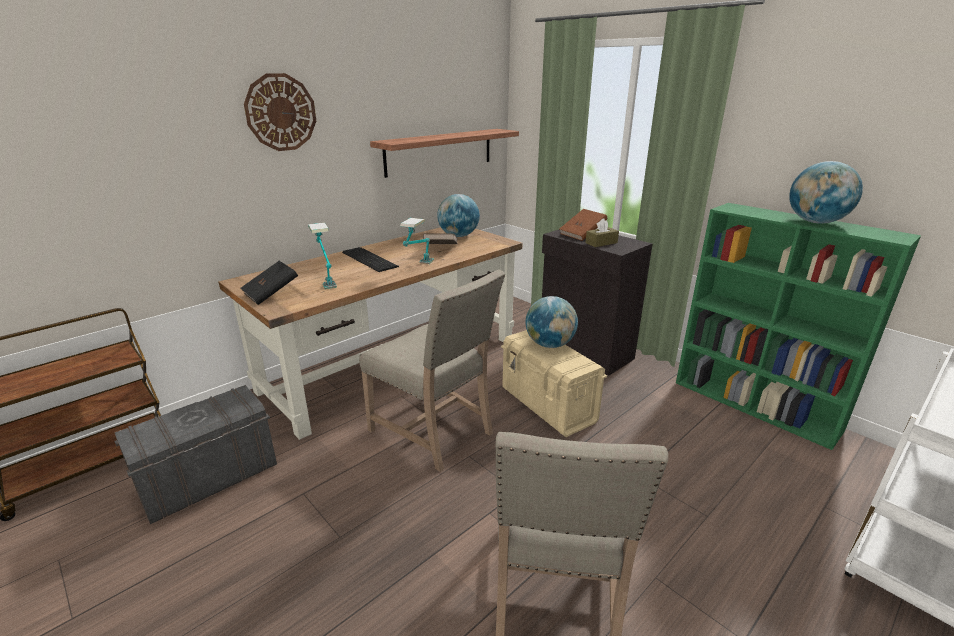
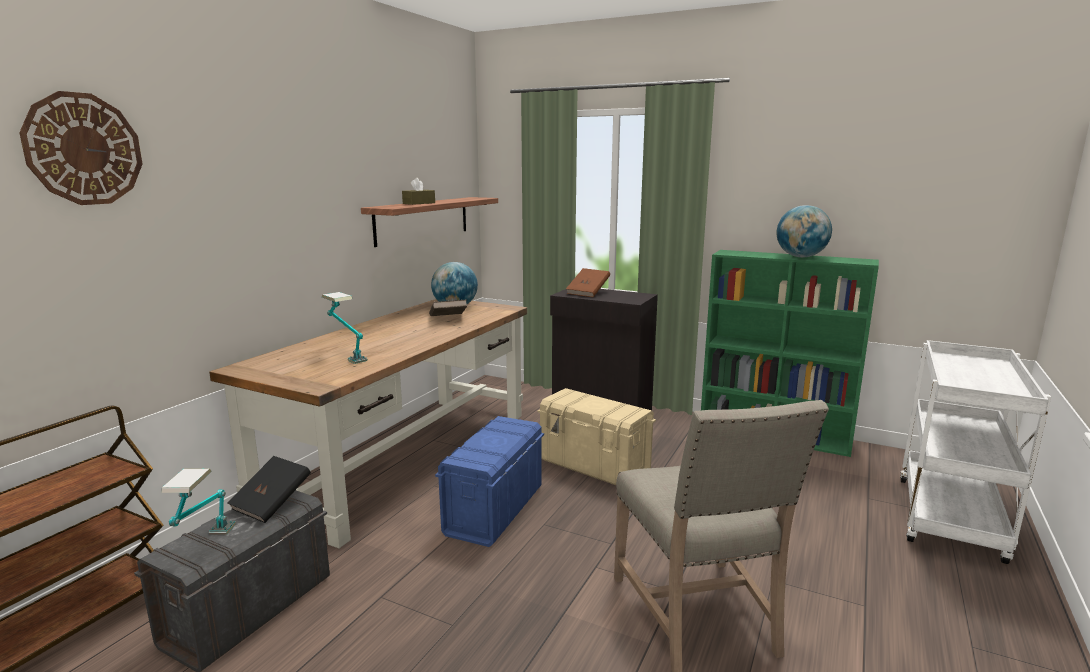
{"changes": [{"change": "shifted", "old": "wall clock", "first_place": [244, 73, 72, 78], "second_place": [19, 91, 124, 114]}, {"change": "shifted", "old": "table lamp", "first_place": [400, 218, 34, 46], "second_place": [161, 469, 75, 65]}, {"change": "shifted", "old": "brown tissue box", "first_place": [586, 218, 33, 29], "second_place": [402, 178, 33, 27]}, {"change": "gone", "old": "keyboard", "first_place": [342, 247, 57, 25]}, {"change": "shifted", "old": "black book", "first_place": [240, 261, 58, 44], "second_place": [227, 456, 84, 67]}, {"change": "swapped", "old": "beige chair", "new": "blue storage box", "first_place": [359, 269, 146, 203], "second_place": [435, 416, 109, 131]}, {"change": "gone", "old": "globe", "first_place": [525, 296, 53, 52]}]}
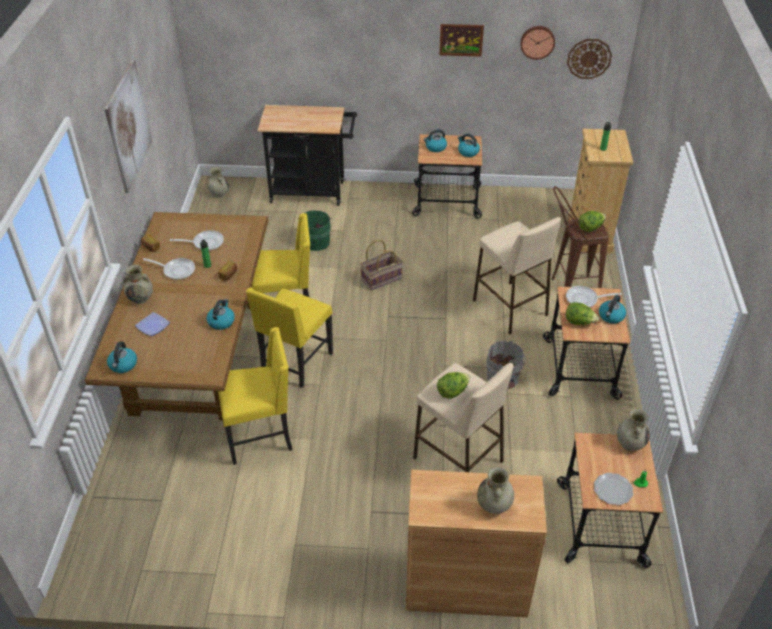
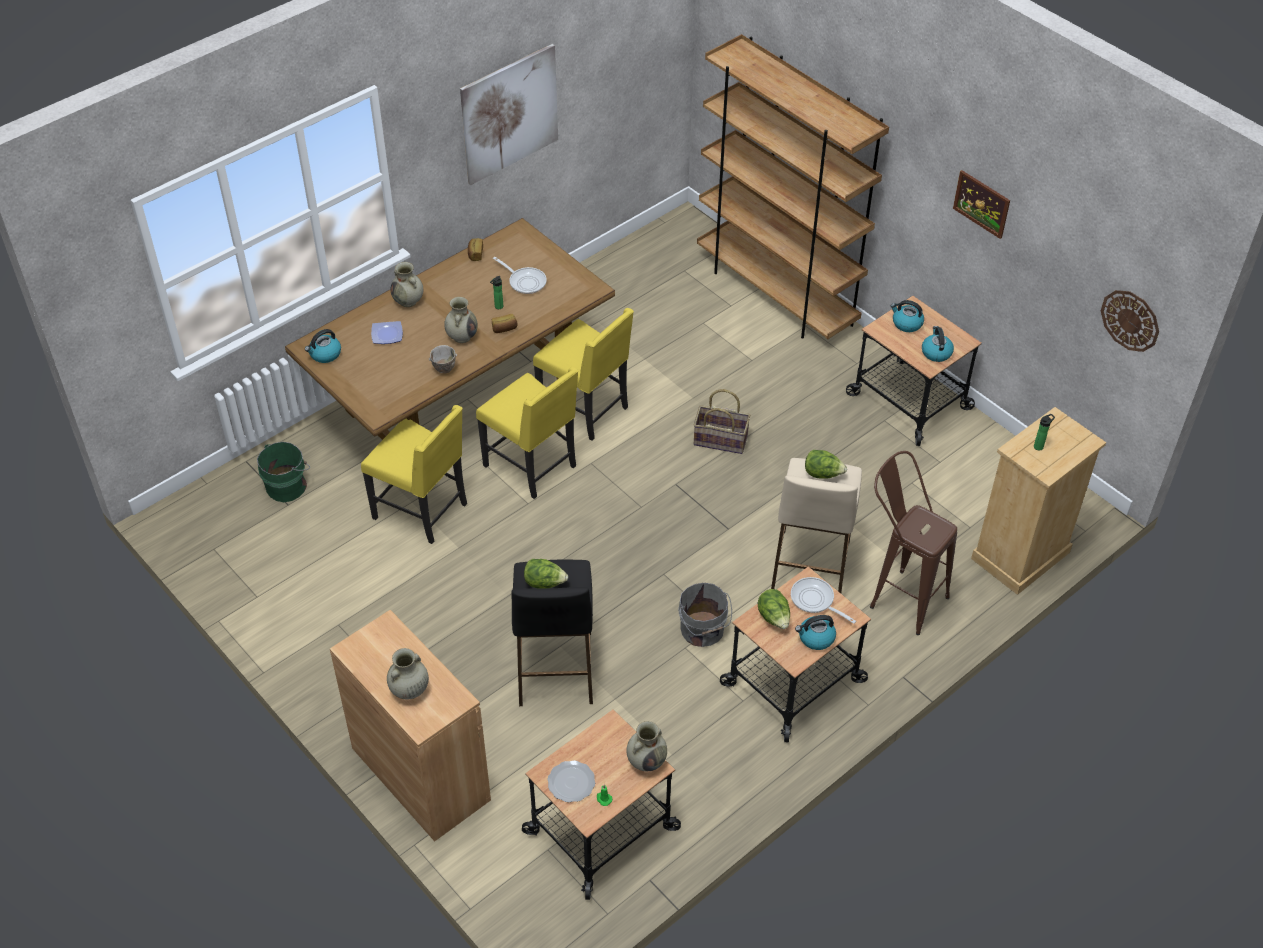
{"changes": [{"change": "gone", "old": "wall clock", "first_place": [520, 26, 35, 34]}, {"change": "swapped", "old": "black cart", "new": "brown bookcase", "first_place": [258, 105, 99, 101], "second_place": [697, 34, 192, 305]}, {"change": "shifted", "old": "beige vase", "first_place": [207, 167, 22, 31], "second_place": [444, 297, 34, 46]}, {"change": "shifted", "old": "green bucket", "first_place": [298, 210, 34, 41], "second_place": [257, 442, 53, 60]}, {"change": "shifted", "old": "lettuce", "first_place": [578, 211, 28, 21], "second_place": [805, 450, 42, 29]}, {"change": "gone", "old": "frying pan", "first_place": [143, 258, 52, 22]}, {"change": "rotated", "old": "yellow chair", "first_place": [246, 287, 87, 101], "second_place": [476, 367, 102, 132], "degrees": -120}, {"change": "swapped", "old": "kettle", "new": "bowl", "first_place": [207, 299, 28, 31], "second_place": [429, 345, 28, 28]}, {"change": "repainted", "old": "beige stool", "new": "black stool", "first_place": [413, 363, 101, 109], "second_place": [511, 560, 82, 146]}]}
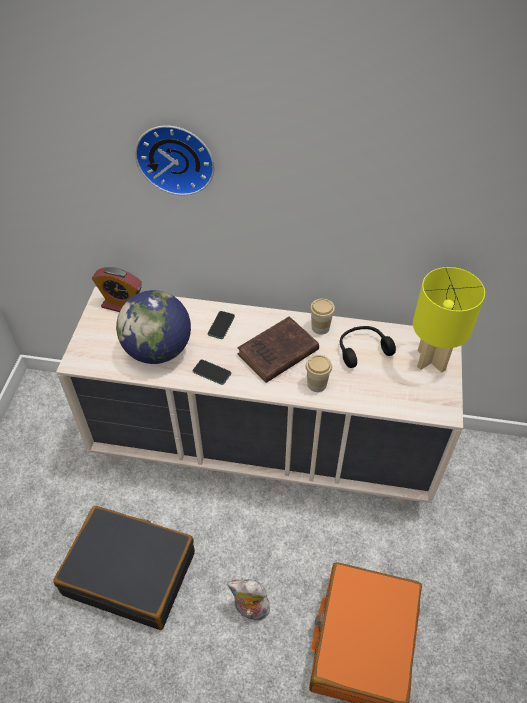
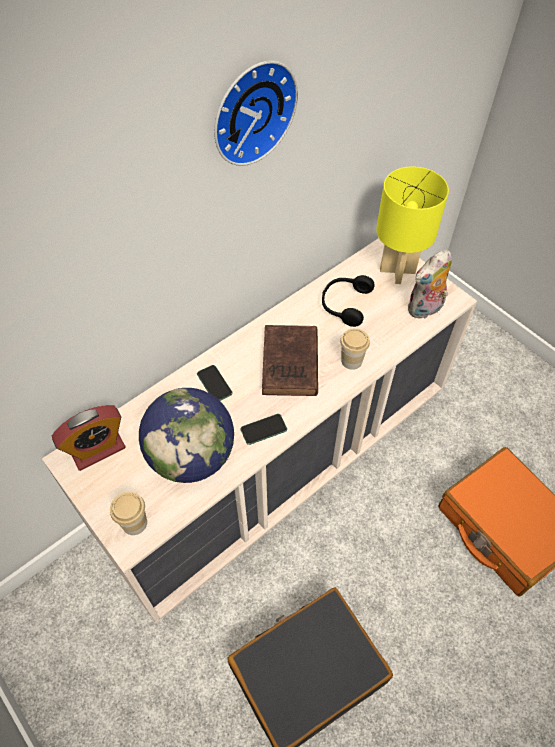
{"changes": [{"change": "shifted", "old": "wall clock", "first_place": [135, 126, 79, 69], "second_place": [214, 61, 84, 105]}, {"change": "shifted", "old": "cup", "first_place": [310, 299, 25, 35], "second_place": [110, 491, 37, 44]}, {"change": "shifted", "old": "plush toy", "first_place": [227, 579, 43, 42], "second_place": [407, 250, 45, 70]}]}
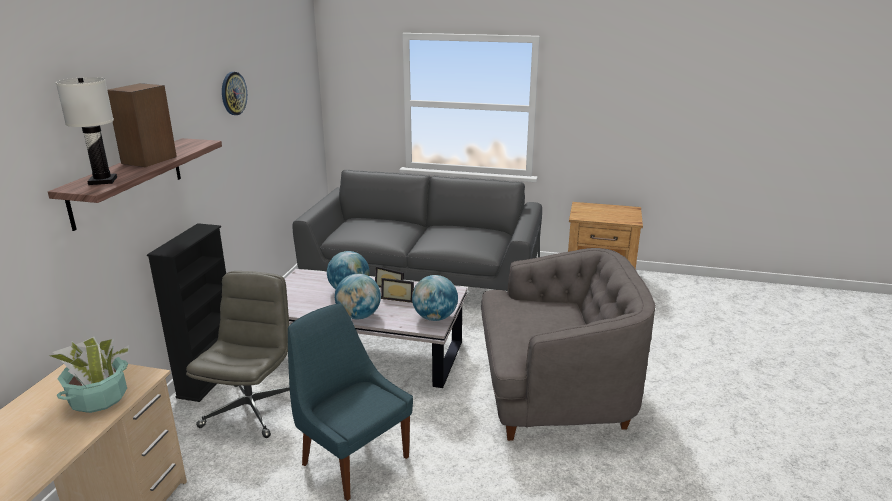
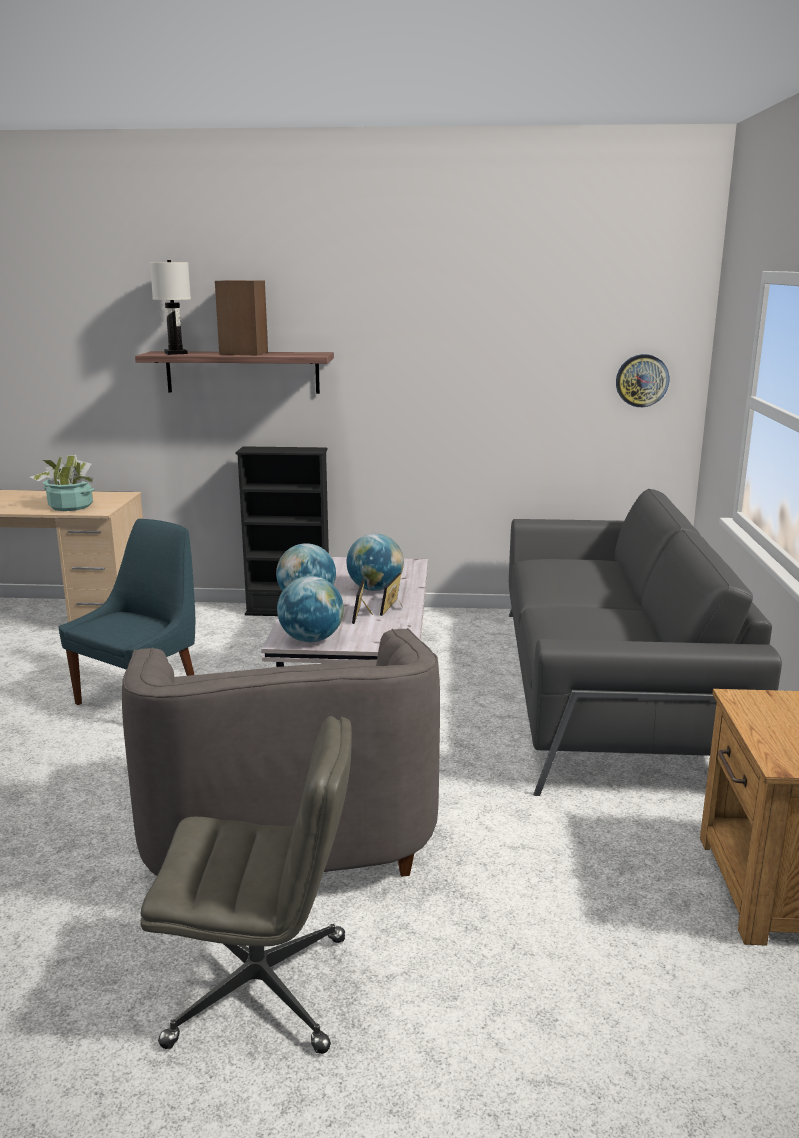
{"changes": [{"change": "shifted", "old": "wall clock", "first_place": [222, 72, 25, 43], "second_place": [616, 354, 53, 53]}, {"change": "shifted", "old": "grey office chair", "first_place": [186, 271, 104, 167], "second_place": [140, 716, 212, 338]}]}
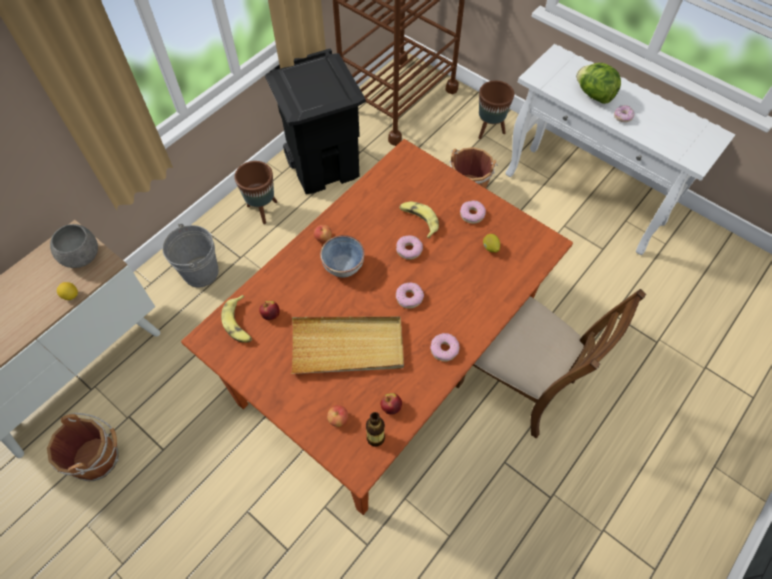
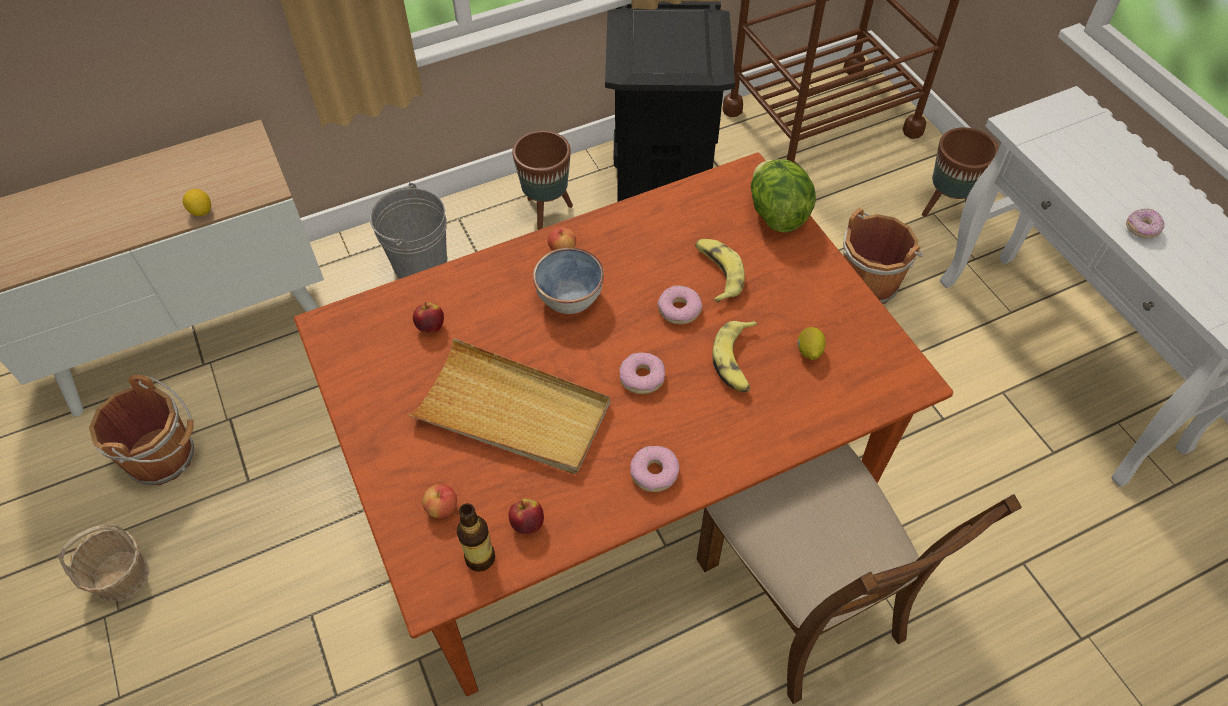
{"changes": [{"change": "shifted", "old": "lettuce", "first_place": [576, 63, 45, 41], "second_place": [751, 159, 65, 74]}, {"change": "gone", "old": "donut", "first_place": [460, 201, 26, 23]}, {"change": "gone", "old": "grey bowl", "first_place": [50, 224, 48, 44]}, {"change": "shifted", "old": "banana", "first_place": [221, 295, 31, 48], "second_place": [712, 321, 45, 71]}, {"change": "new", "new": "basket", "second_place": [58, 524, 91, 78]}]}
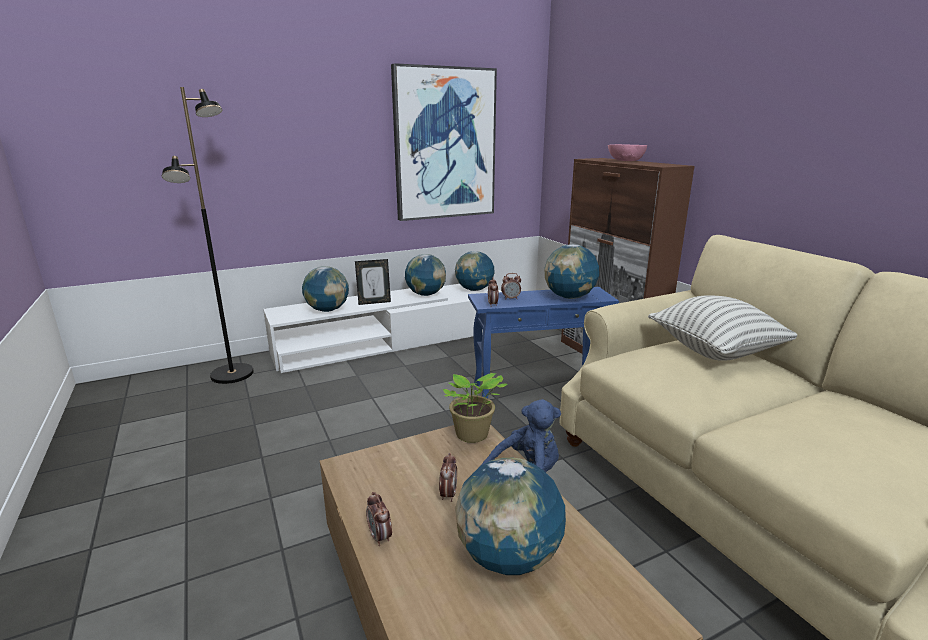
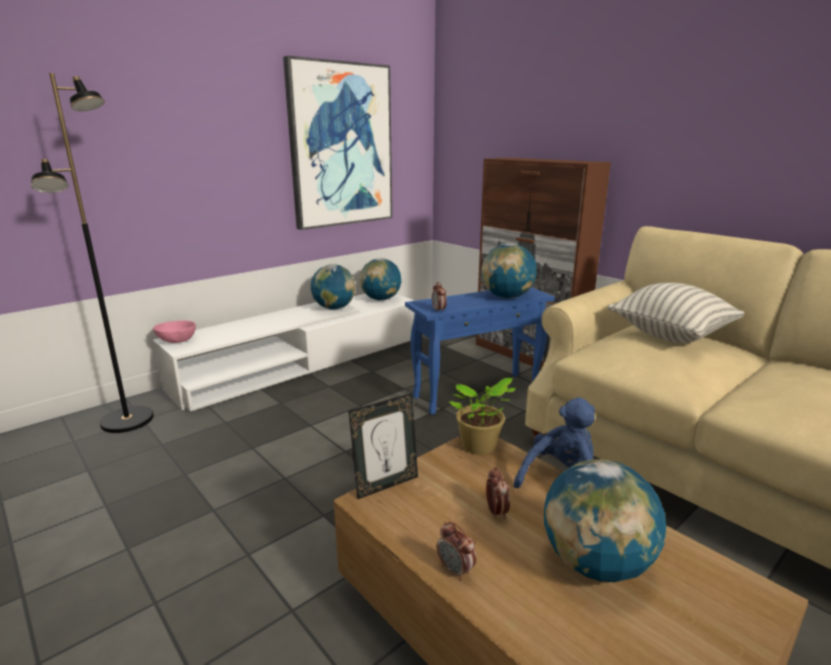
{"changes": [{"change": "shifted", "old": "pink bowl", "first_place": [608, 144, 39, 17], "second_place": [153, 320, 43, 23]}, {"change": "shifted", "old": "picture frame", "first_place": [355, 259, 36, 46], "second_place": [348, 393, 70, 106]}, {"change": "gone", "old": "globe", "first_place": [302, 266, 47, 46]}, {"change": "gone", "old": "alarm clock", "first_place": [501, 273, 20, 27]}]}
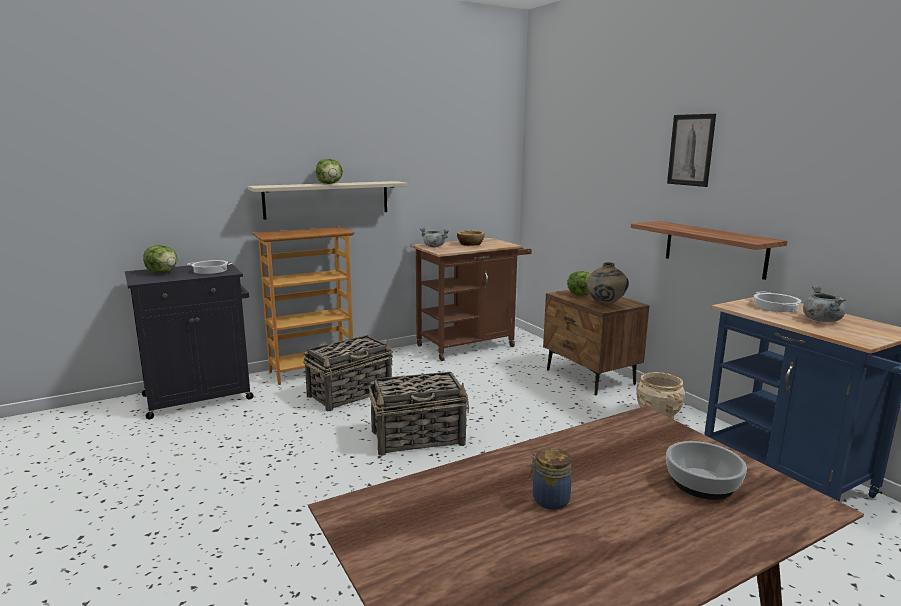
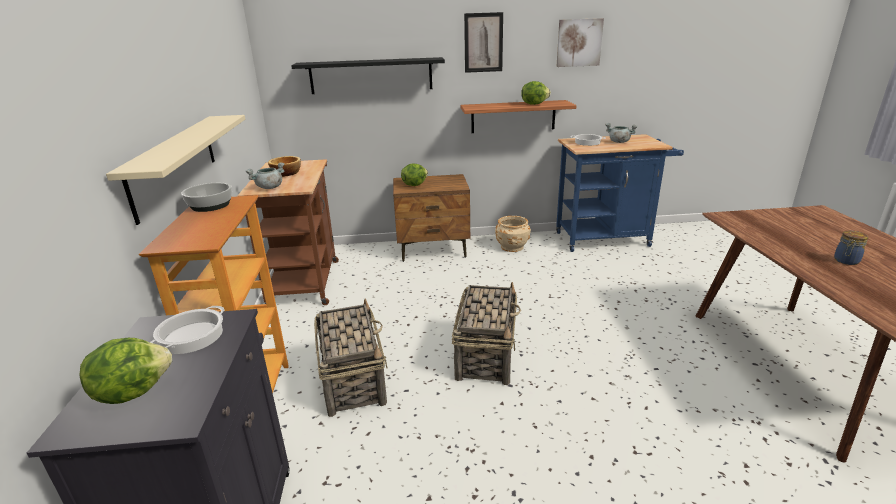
{"changes": [{"change": "shifted", "old": "lettuce", "first_place": [316, 159, 27, 25], "second_place": [521, 81, 30, 24]}, {"change": "gone", "old": "beige vase", "first_place": [587, 262, 42, 43]}, {"change": "shifted", "old": "bowl", "first_place": [666, 441, 81, 59], "second_place": [181, 183, 51, 29]}, {"change": "new", "new": "picture", "second_place": [556, 18, 48, 49]}, {"change": "new", "new": "black shelf", "second_place": [291, 57, 154, 37]}]}
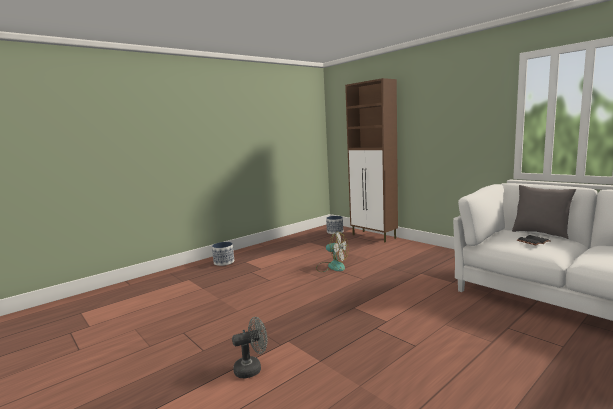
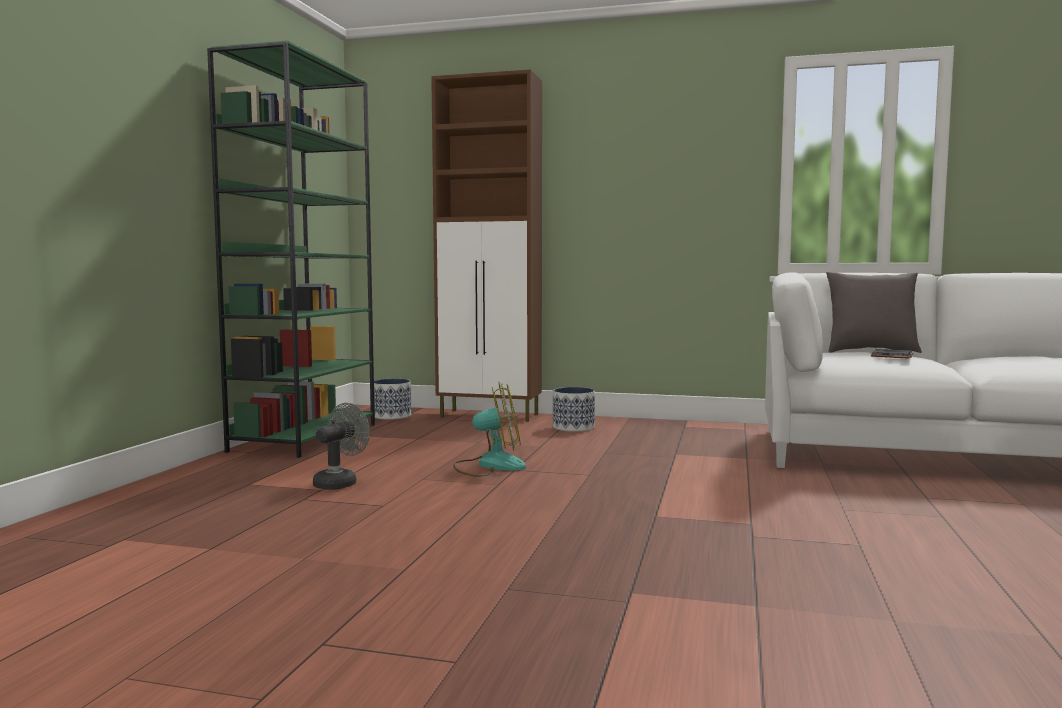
{"changes": [{"change": "shifted", "old": "planter", "first_place": [212, 242, 22, 24], "second_place": [553, 387, 42, 45]}, {"change": "shifted", "old": "grey fan", "first_place": [232, 317, 36, 61], "second_place": [313, 403, 57, 87]}, {"change": "new", "new": "green bookcase", "second_place": [207, 40, 168, 418]}]}
